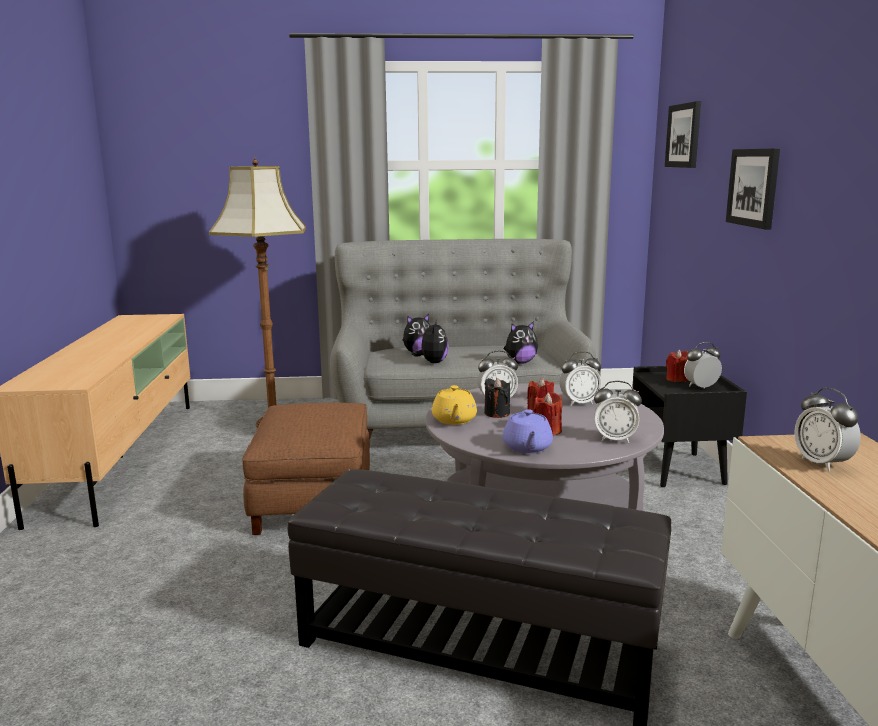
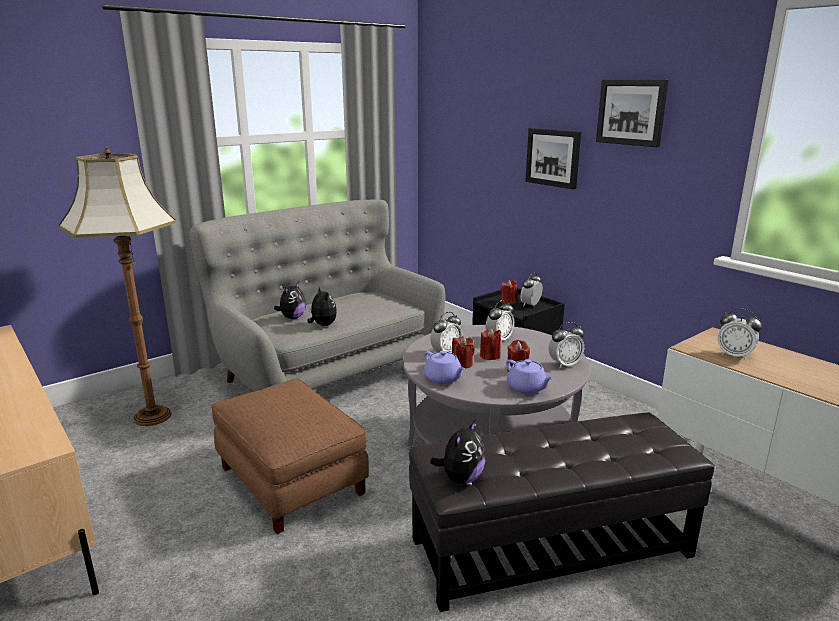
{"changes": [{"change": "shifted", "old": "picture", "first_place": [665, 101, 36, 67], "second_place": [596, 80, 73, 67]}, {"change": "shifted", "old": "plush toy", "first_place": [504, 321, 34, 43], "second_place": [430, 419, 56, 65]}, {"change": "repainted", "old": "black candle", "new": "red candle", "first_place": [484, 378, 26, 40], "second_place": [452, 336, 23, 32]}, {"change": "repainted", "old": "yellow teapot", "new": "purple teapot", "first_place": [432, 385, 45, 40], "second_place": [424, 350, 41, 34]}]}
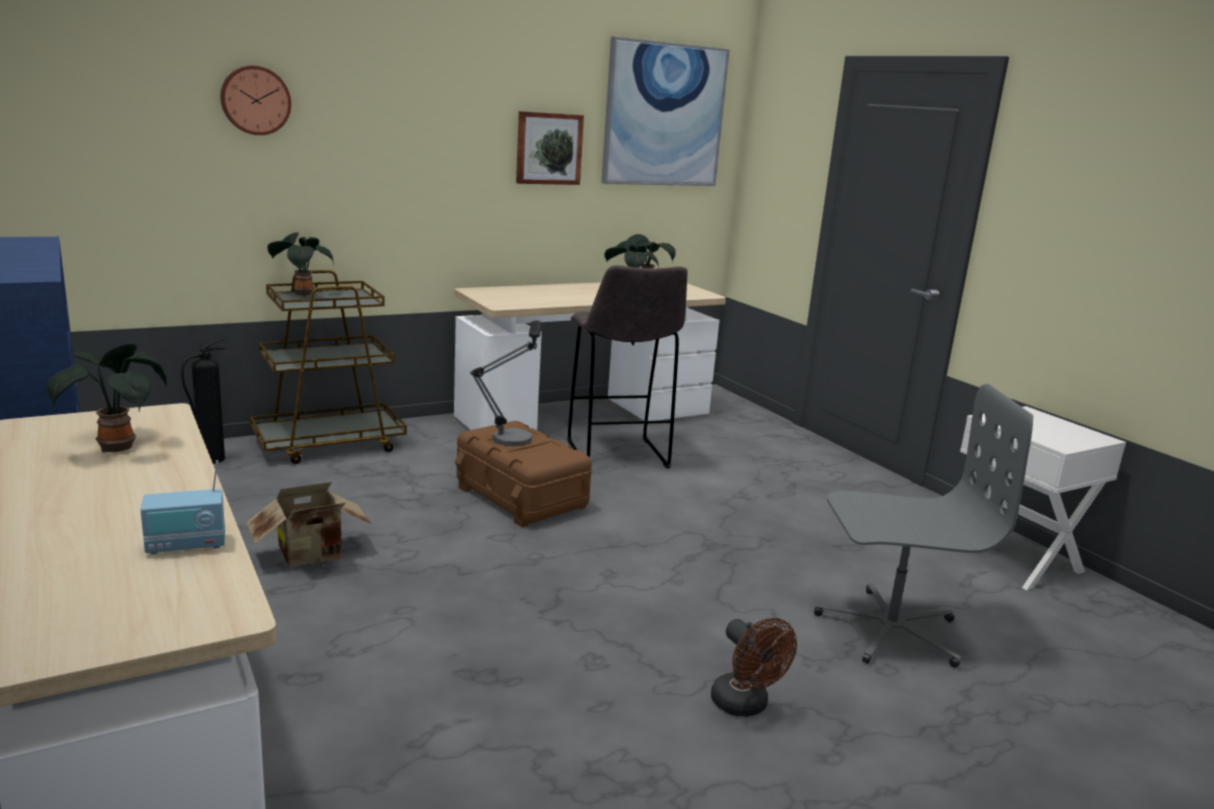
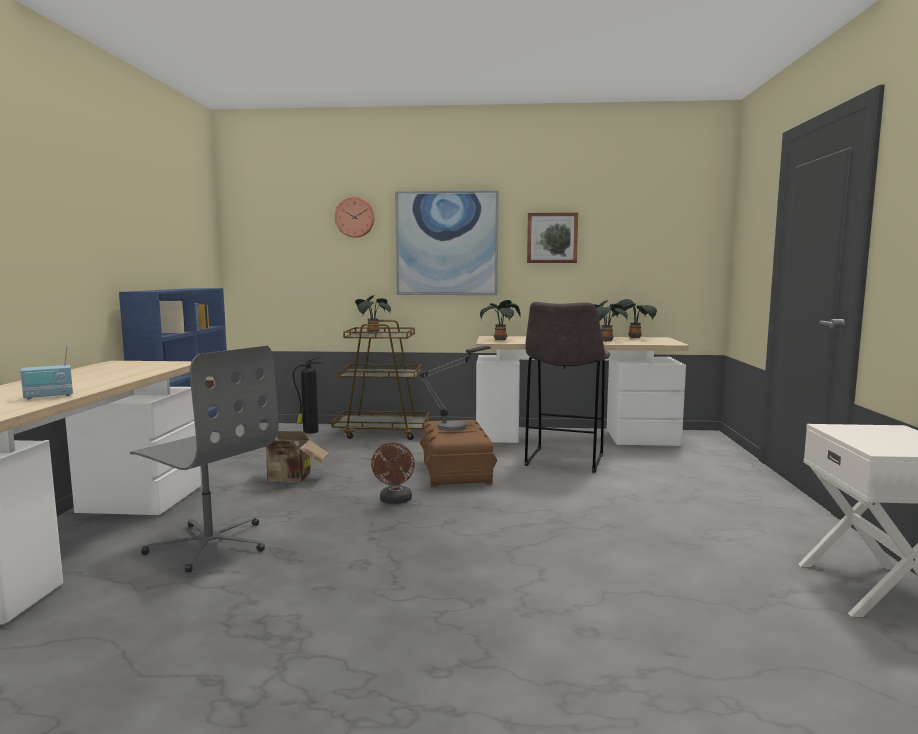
{"changes": [{"change": "shifted", "old": "picture", "first_place": [601, 37, 129, 149], "second_place": [395, 191, 104, 104]}, {"change": "shifted", "old": "potted plant", "first_place": [47, 343, 120, 110], "second_place": [480, 300, 41, 41]}, {"change": "shifted", "old": "grey office chair", "first_place": [814, 384, 219, 284], "second_place": [130, 346, 149, 226]}, {"change": "rotated", "old": "radio", "first_place": [141, 460, 84, 95], "second_place": [20, 347, 53, 53], "degrees": -45}, {"change": "shifted", "old": "brown fan", "first_place": [711, 618, 86, 99], "second_place": [371, 443, 44, 61]}]}
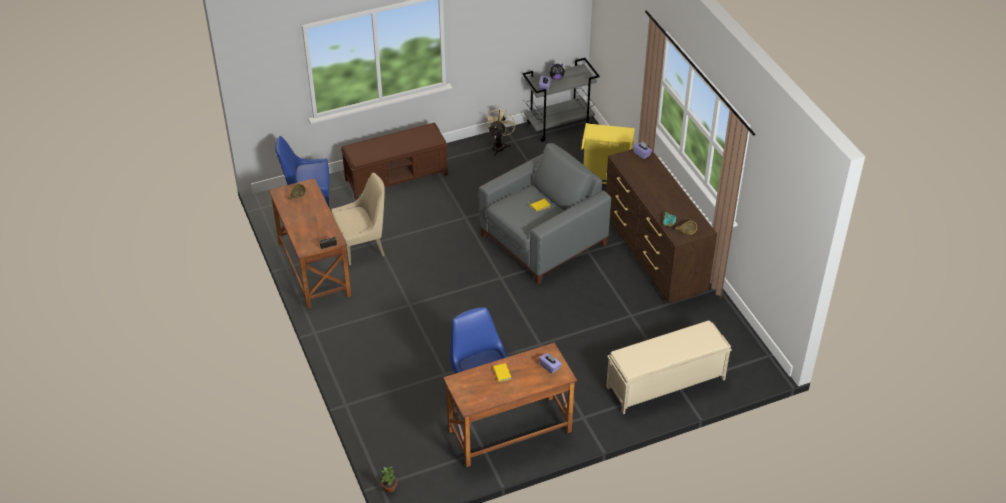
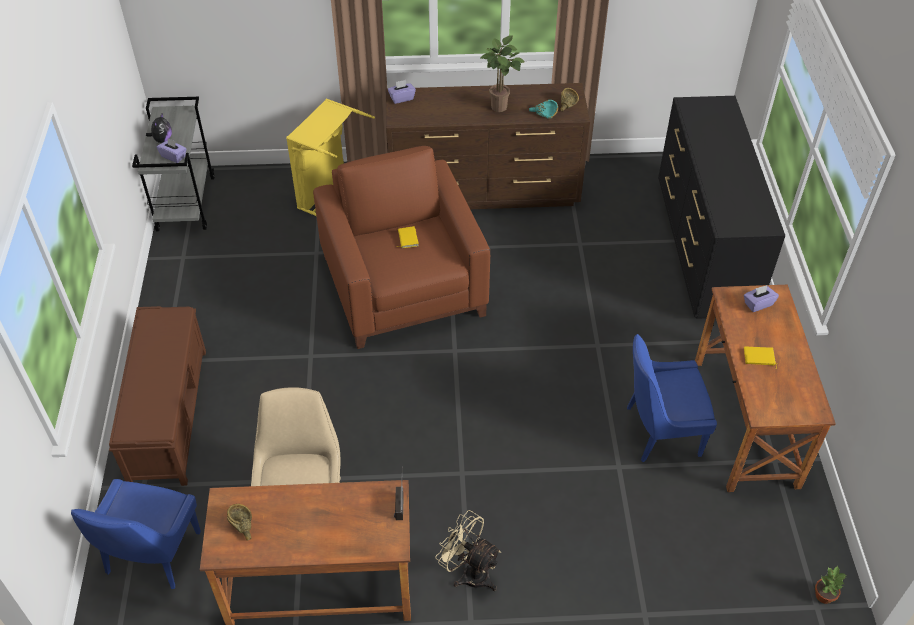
{"changes": [{"change": "shifted", "old": "beige fan", "first_place": [485, 106, 32, 50], "second_place": [435, 510, 66, 81]}, {"change": "repainted", "old": "grey armchair", "new": "brown armchair", "first_place": [479, 143, 132, 142], "second_place": [313, 146, 178, 203]}, {"change": "swapped", "old": "beige bench", "new": "black dresser", "first_place": [606, 321, 126, 93], "second_place": [658, 96, 127, 223]}, {"change": "new", "new": "potted plant", "second_place": [481, 35, 44, 77]}]}
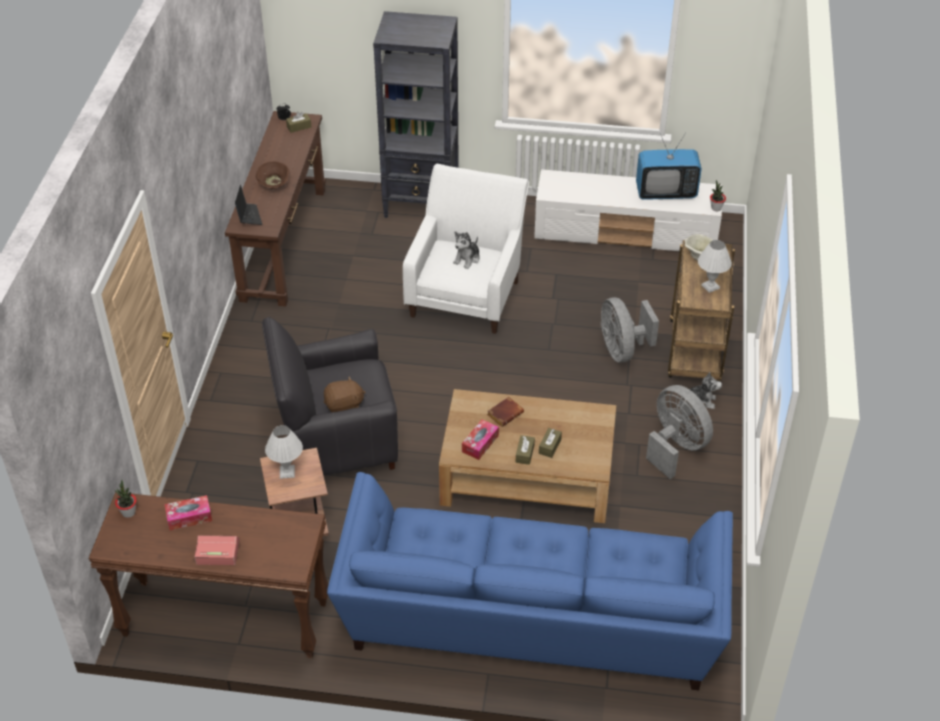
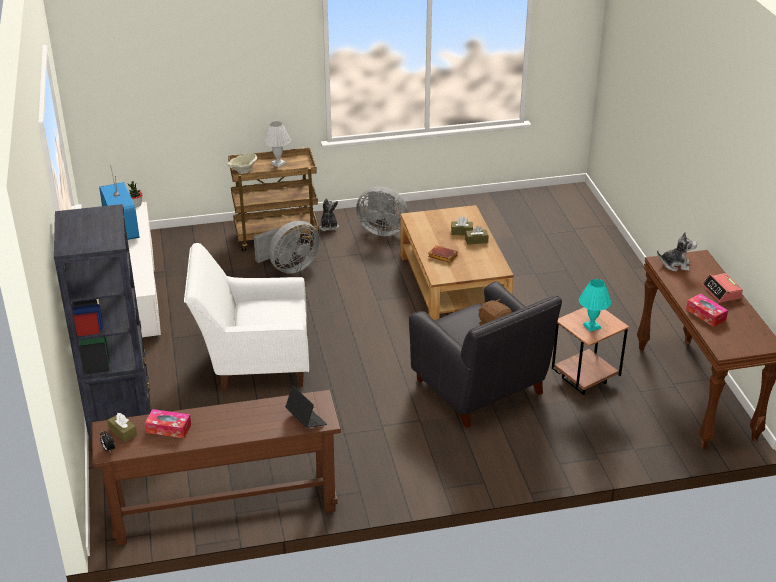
{"changes": [{"change": "gone", "old": "brown bowl", "first_place": [256, 161, 34, 28]}, {"change": "rotated", "old": "laptop", "first_place": [235, 185, 27, 40], "second_place": [285, 385, 42, 43], "degrees": 90}, {"change": "shifted", "old": "plush toy", "first_place": [453, 231, 27, 38], "second_place": [657, 232, 40, 40]}, {"change": "rotated", "old": "grey fan", "first_place": [646, 385, 67, 94], "second_place": [356, 187, 52, 49], "degrees": -105}, {"change": "shifted", "old": "tissue box", "first_place": [462, 419, 37, 41], "second_place": [145, 409, 46, 29]}, {"change": "repainted", "old": "white table lamp", "new": "turquoise table lamp", "first_place": [265, 425, 38, 54], "second_place": [579, 279, 33, 53]}, {"change": "gone", "old": "blue sofa", "first_place": [327, 472, 406, 218]}, {"change": "gone", "old": "potted plant", "first_place": [115, 479, 21, 39]}]}
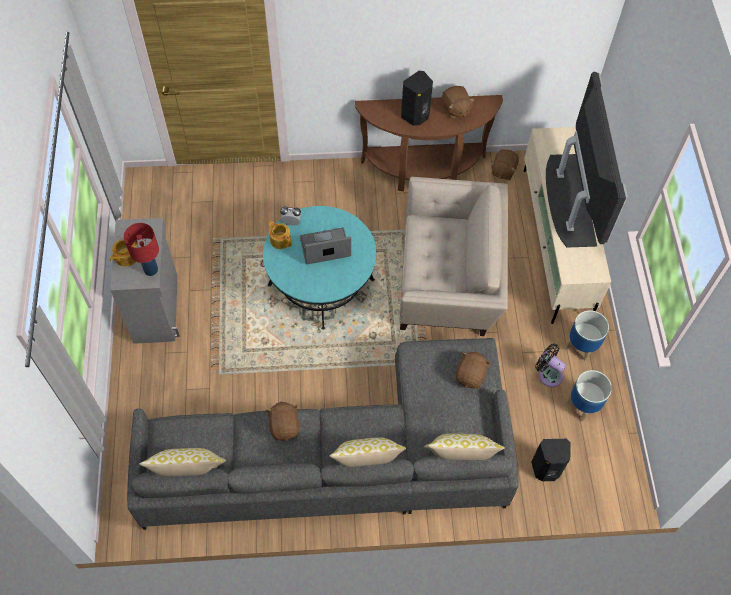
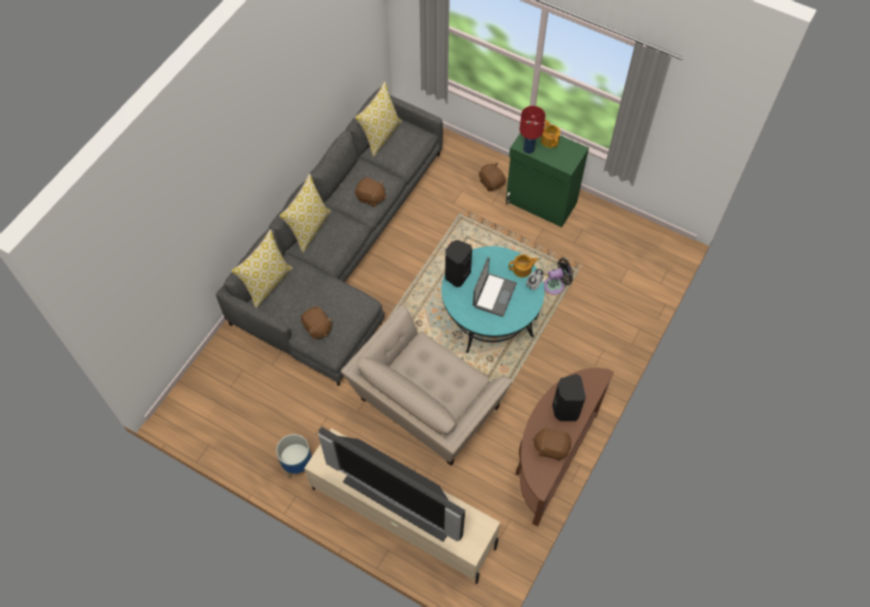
{"changes": [{"change": "shifted", "old": "brown plush toy", "first_place": [491, 149, 28, 31], "second_place": [479, 162, 27, 30]}, {"change": "repainted", "old": "grey cabinet", "new": "green cabinet", "first_place": [110, 218, 70, 126], "second_place": [506, 121, 83, 106]}, {"change": "shifted", "old": "black fan", "first_place": [535, 343, 31, 44], "second_place": [544, 258, 29, 37]}, {"change": "gone", "old": "planter", "first_place": [567, 370, 45, 51]}, {"change": "shifted", "old": "black speaker", "first_place": [531, 439, 40, 42], "second_place": [445, 240, 27, 47]}]}
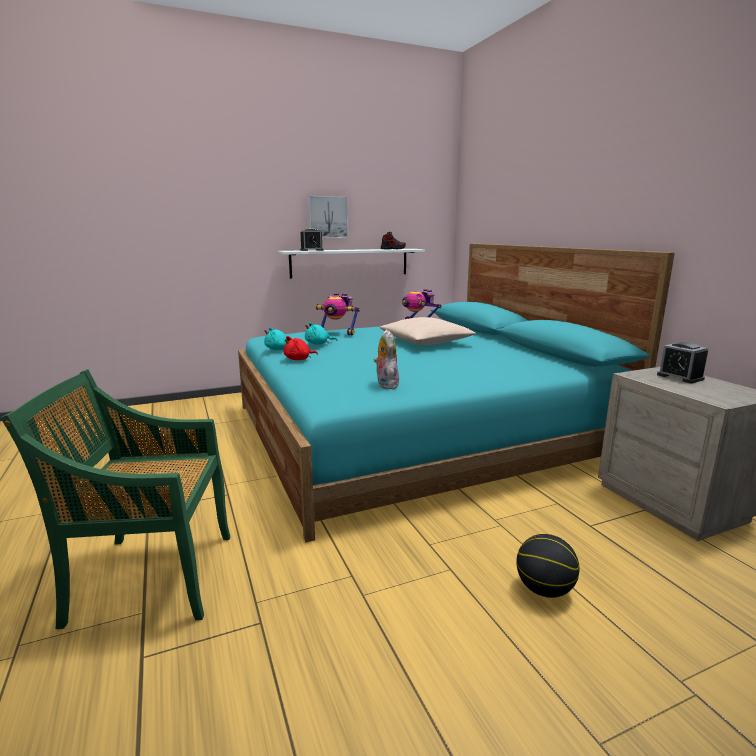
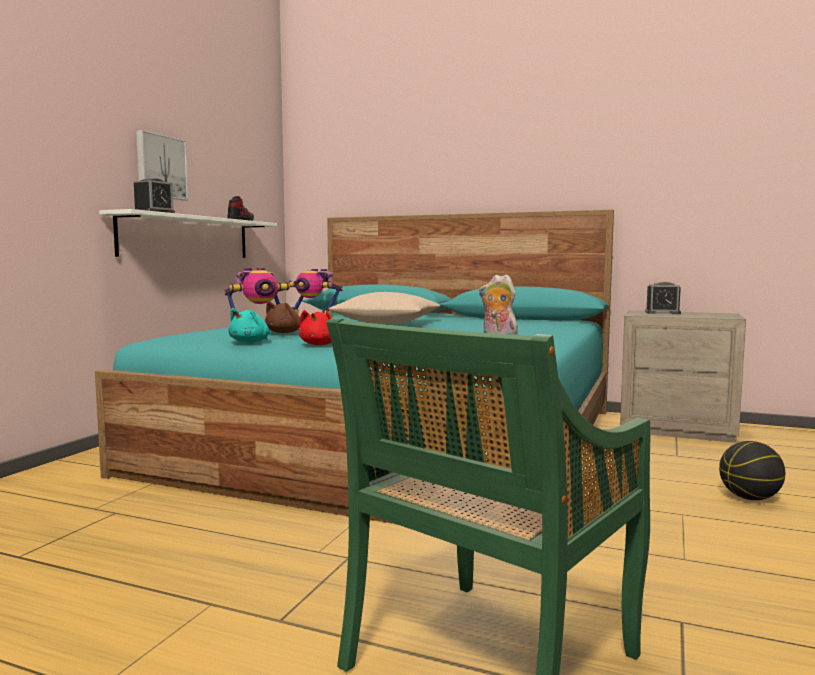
{"changes": [{"change": "repainted", "old": "turquoise plush toy", "new": "brown plush toy", "first_place": [305, 322, 32, 23], "second_place": [265, 301, 35, 32]}]}
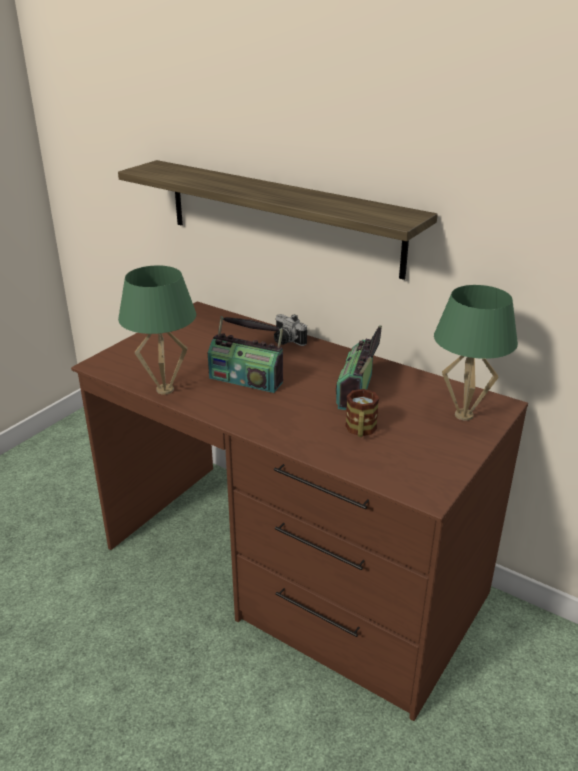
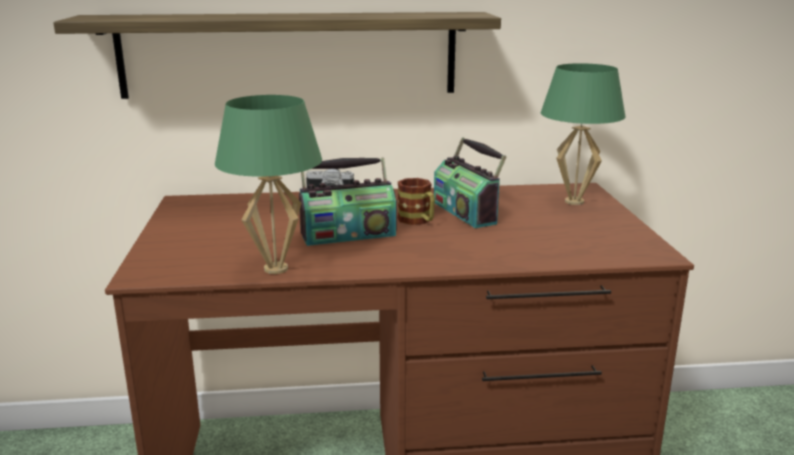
{"changes": [{"change": "shifted", "old": "mug", "first_place": [345, 389, 34, 48], "second_place": [397, 178, 38, 47]}]}
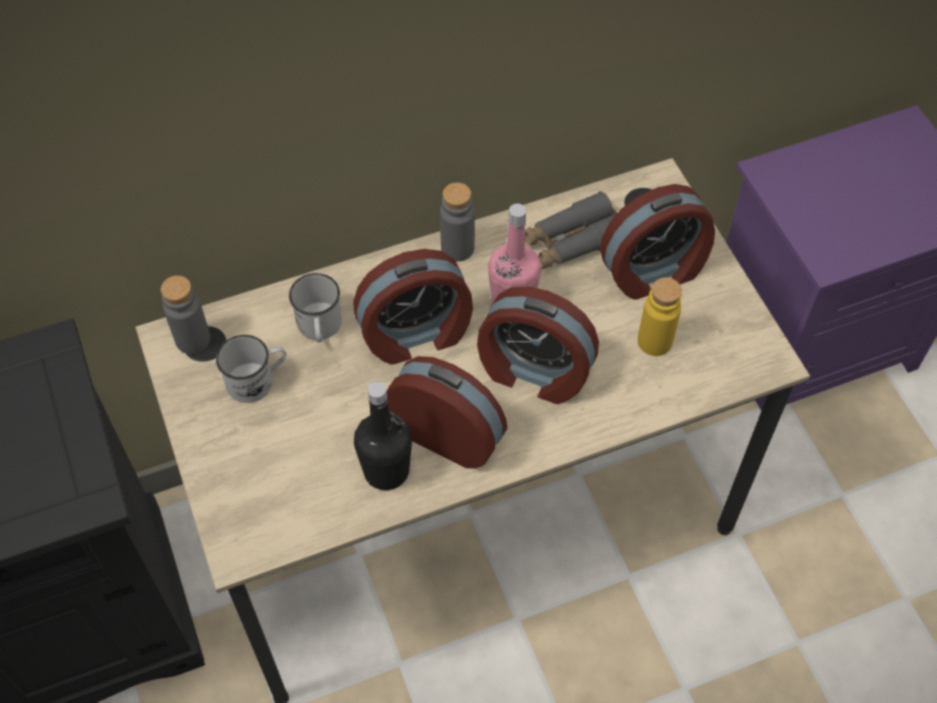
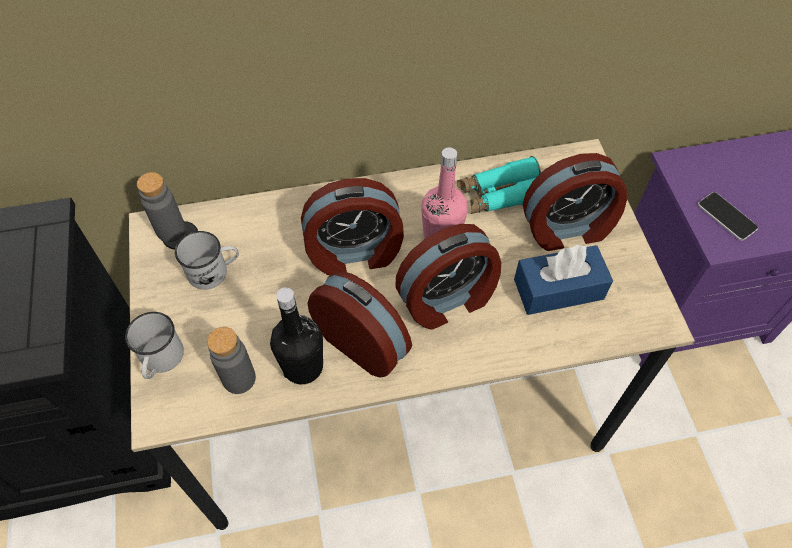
{"changes": [{"change": "shifted", "old": "grey bottle", "first_place": [440, 182, 35, 80], "second_place": [207, 327, 49, 67]}, {"change": "repainted", "old": "grey binoculars", "new": "turquoise binoculars", "first_place": [525, 191, 92, 79], "second_place": [457, 156, 85, 58]}, {"change": "shifted", "old": "white mug", "first_place": [289, 273, 53, 69], "second_place": [125, 312, 59, 67]}, {"change": "swapped", "old": "yellow bottle", "new": "blue tissue box", "first_place": [638, 277, 44, 79], "second_place": [514, 244, 99, 71]}, {"change": "rotated", "old": "alarm clock", "first_place": [477, 286, 122, 118], "second_place": [395, 224, 106, 105], "degrees": -60}, {"change": "new", "new": "phone", "second_place": [698, 192, 60, 49]}]}
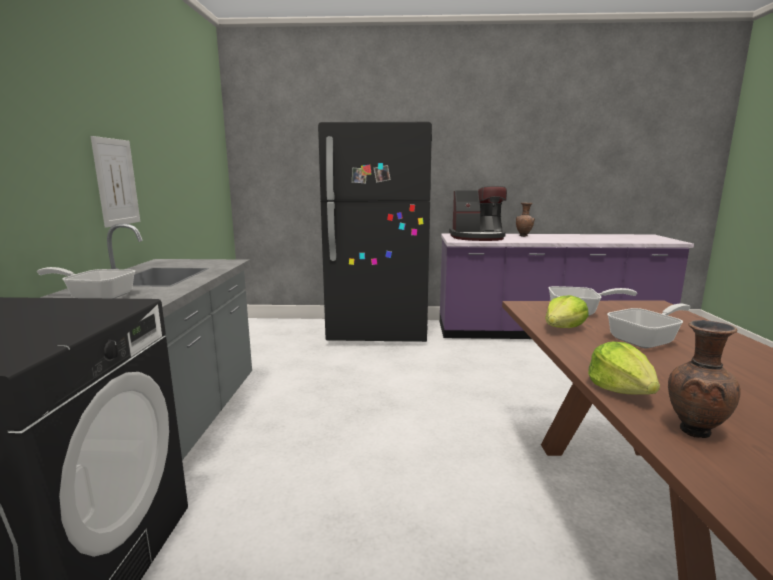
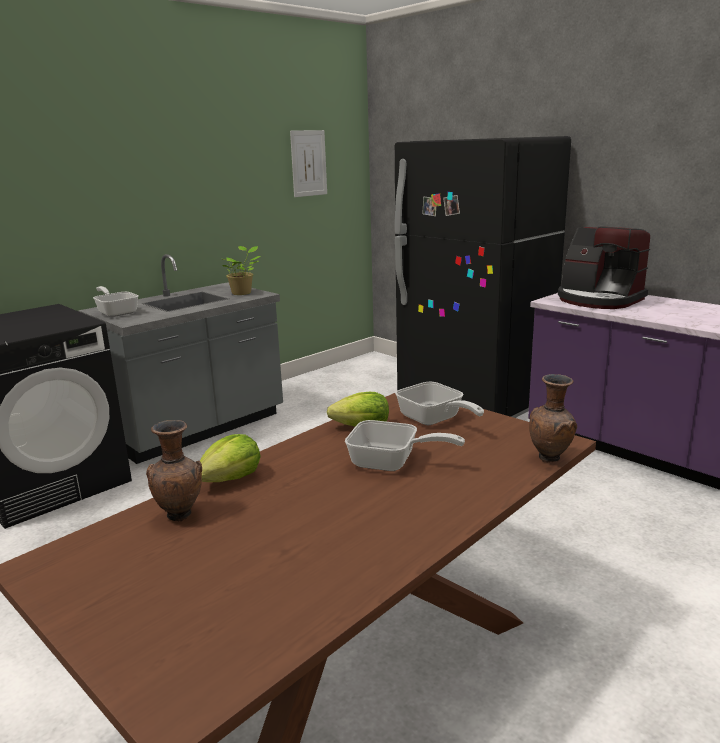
{"changes": [{"change": "shifted", "old": "picture", "first_place": [91, 136, 49, 92], "second_place": [290, 130, 37, 67]}, {"change": "shifted", "old": "brown vase", "first_place": [516, 202, 19, 35], "second_place": [529, 374, 48, 88]}, {"change": "new", "new": "potted plant", "second_place": [223, 246, 37, 49]}]}
